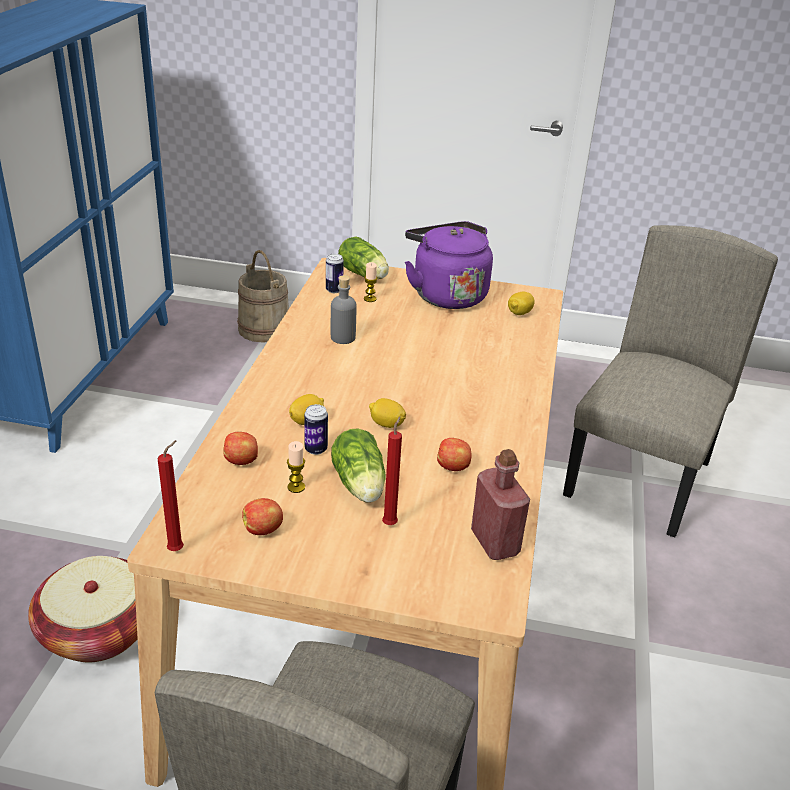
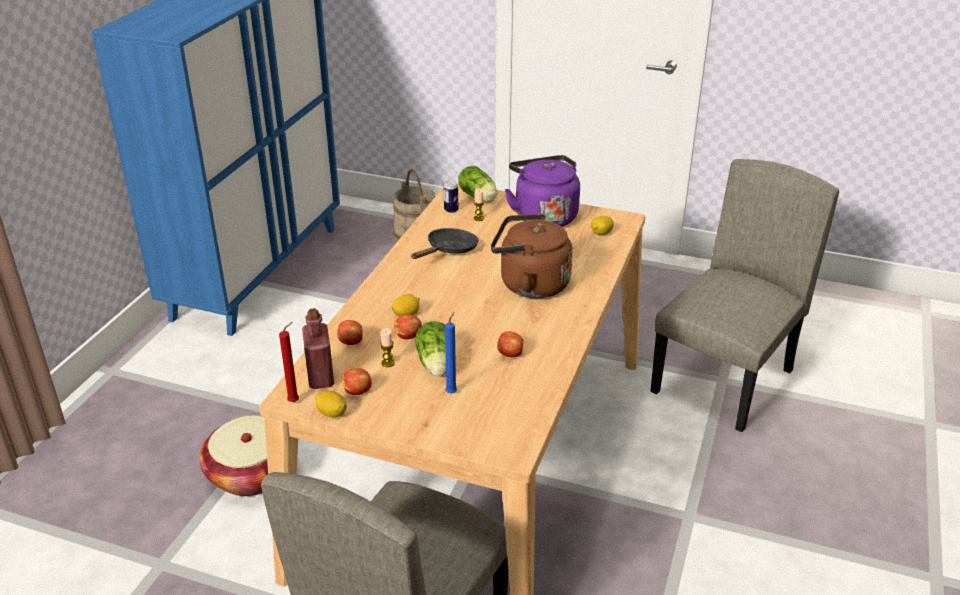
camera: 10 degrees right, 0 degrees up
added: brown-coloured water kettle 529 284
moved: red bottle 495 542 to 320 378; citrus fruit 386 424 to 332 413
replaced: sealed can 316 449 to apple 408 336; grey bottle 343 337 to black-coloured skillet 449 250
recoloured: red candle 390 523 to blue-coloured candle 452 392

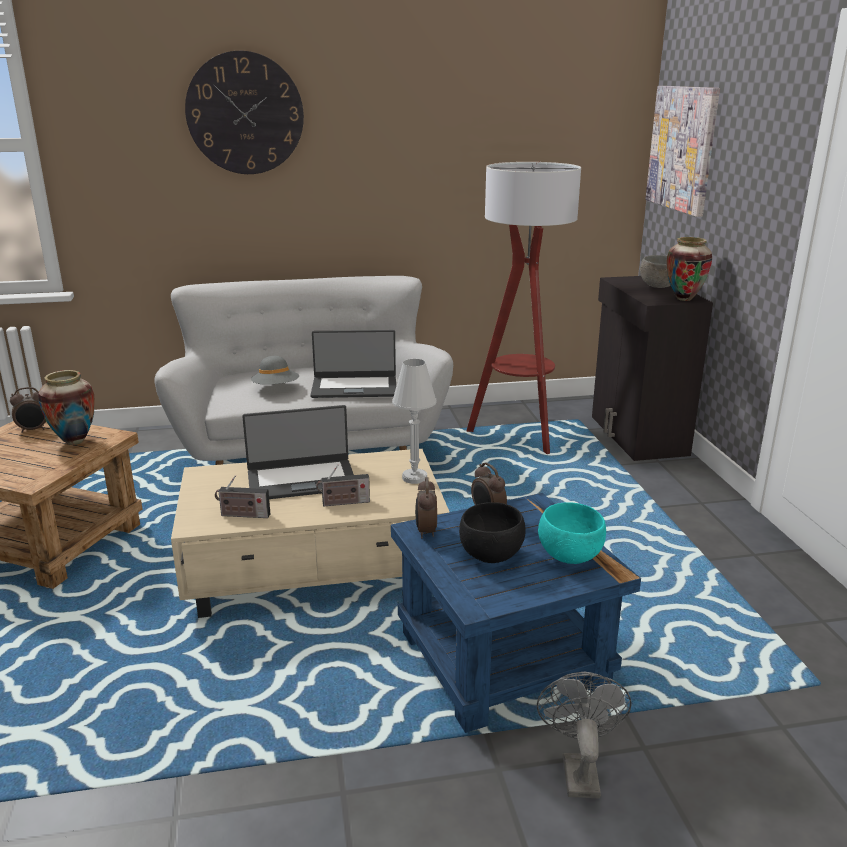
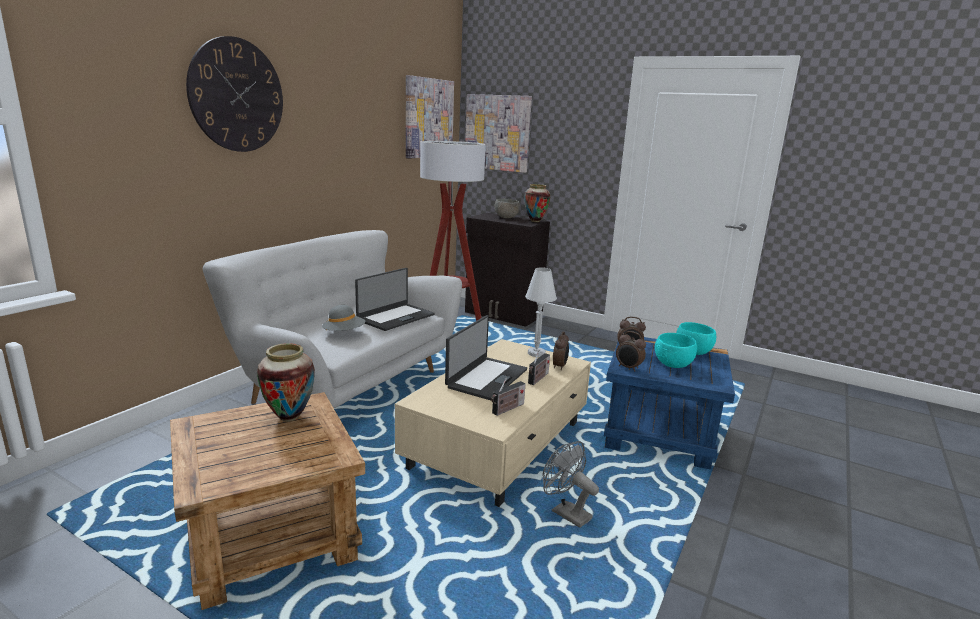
camera: 50 degrees left, 5 degrees down
added: wall art 428 118
moved: grey electric fan 578 769 to 565 513; table clock 33 430 to 560 366
recoloured: black-coloured deep dish 490 555 to blue-green deep dish 672 365

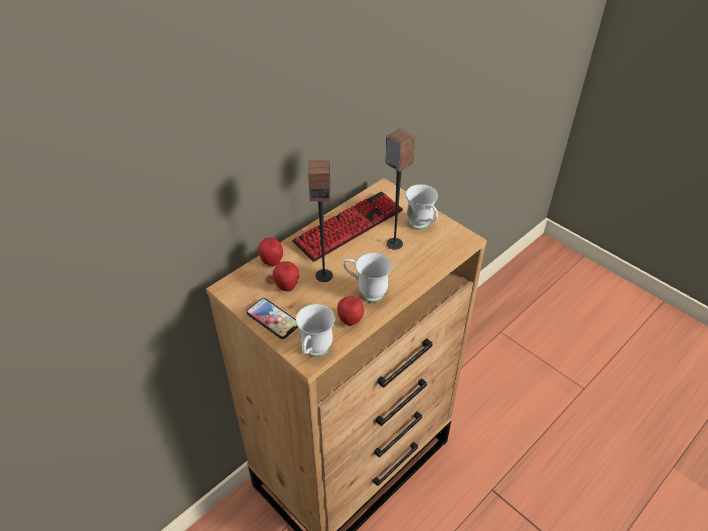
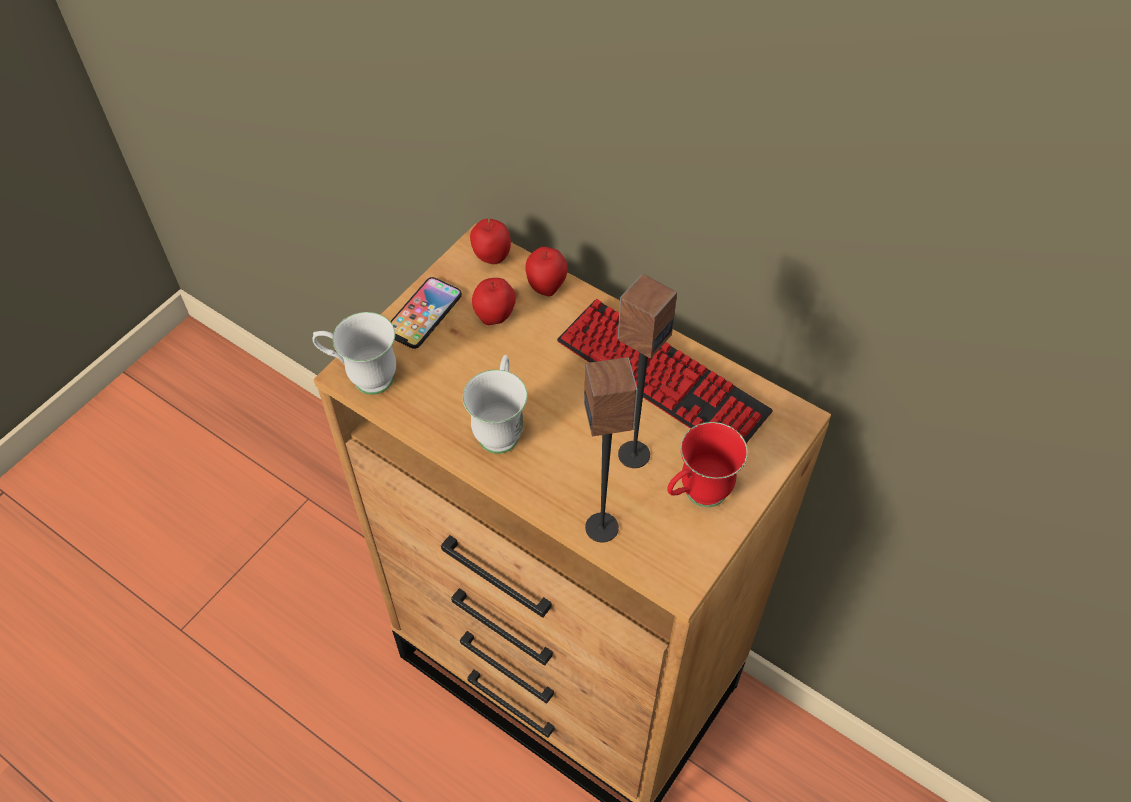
camera: 80 degrees right, 10 degrees up
moved: apple 350 321 to 492 258; audio speaker 324 275 to 602 527
recoloured: white mug 422 226 to red mug 697 496

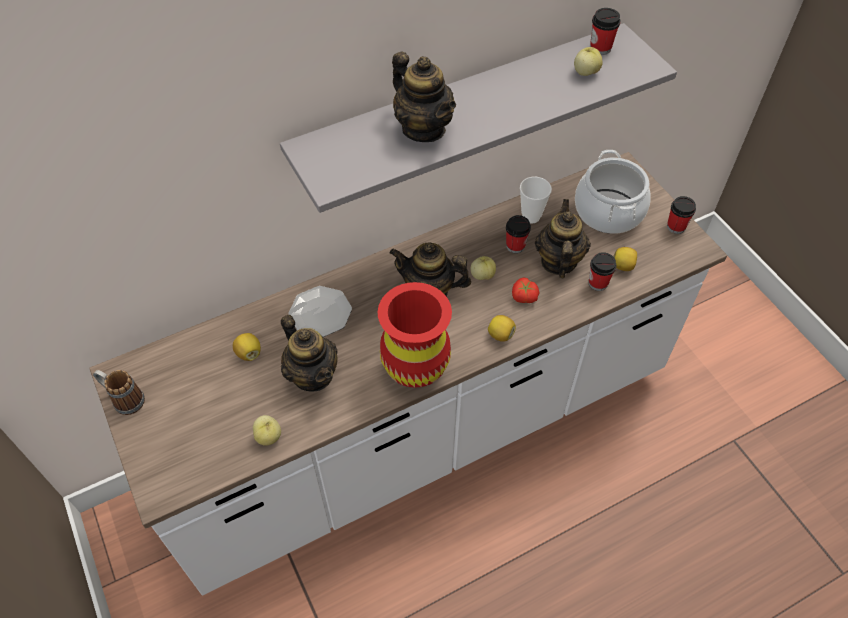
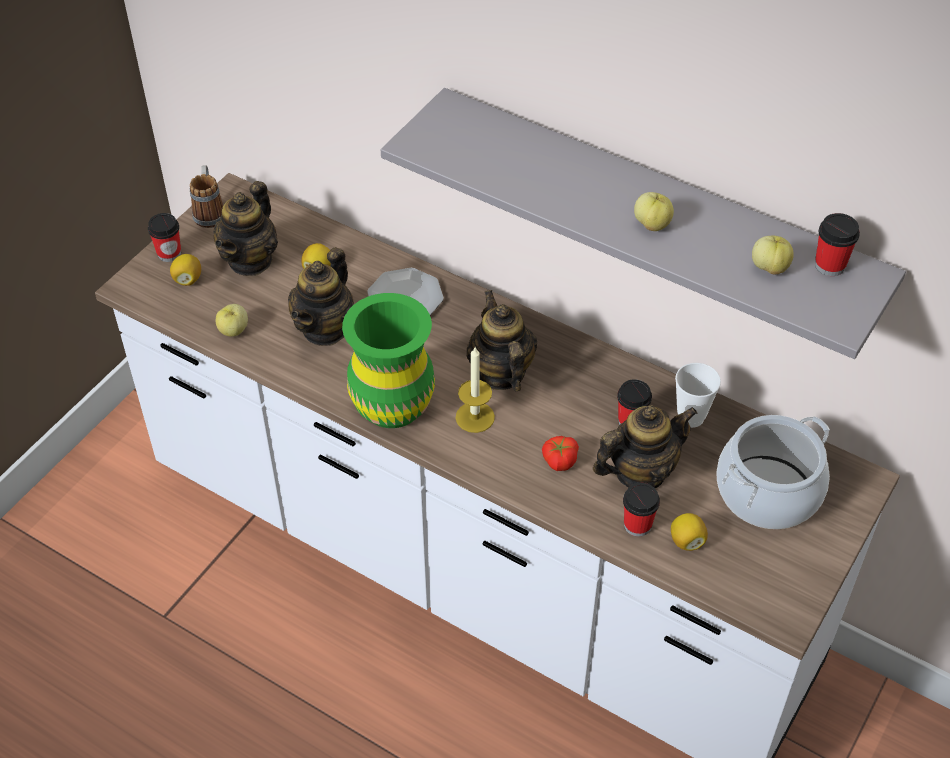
camera: 60 degrees right, 5 degrees down
added: candle 475 417
moved: cup 676 227 to 169 253; citrus fruit 500 335 to 187 279; pot for tea 423 128 to 250 260; apple 482 275 to 652 224
recoloured: red flower vase 415 366 to green flower vase 392 404

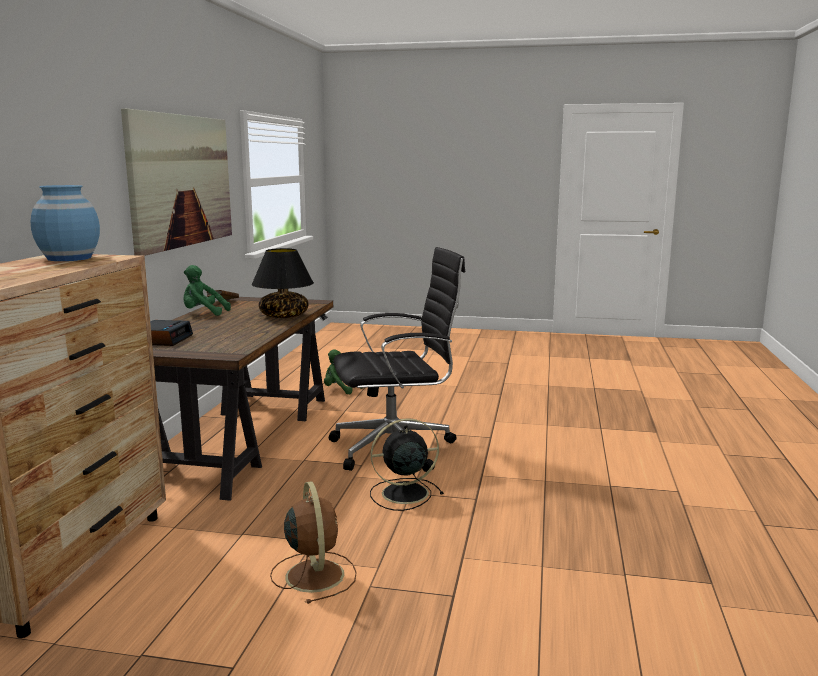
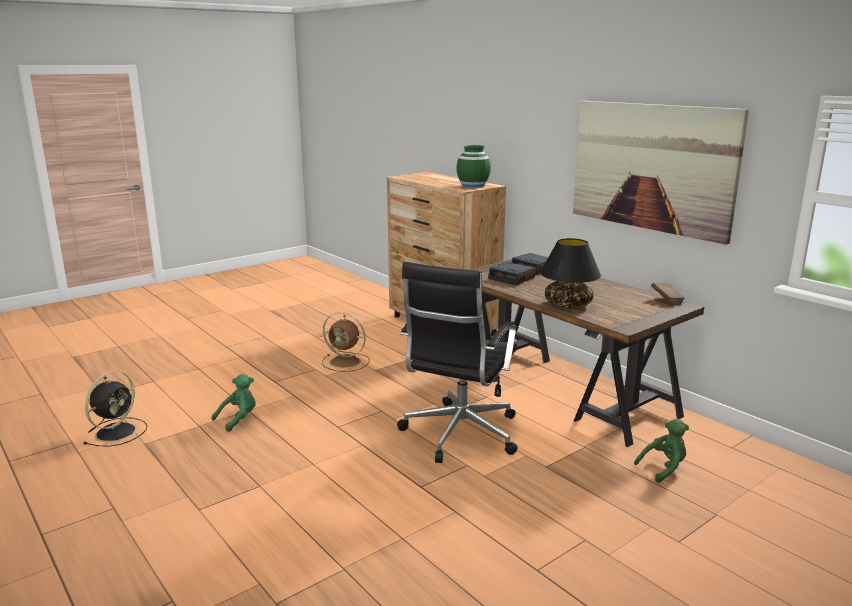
camera: 130 degrees right, 5 degrees up
added: table clock 512 278
moved: black-coloured electric fan 402 493 to 117 431; green cuddly toy 203 313 to 238 419
recoloured: blue-coloured flower vase 69 258 to green flower vase 473 185

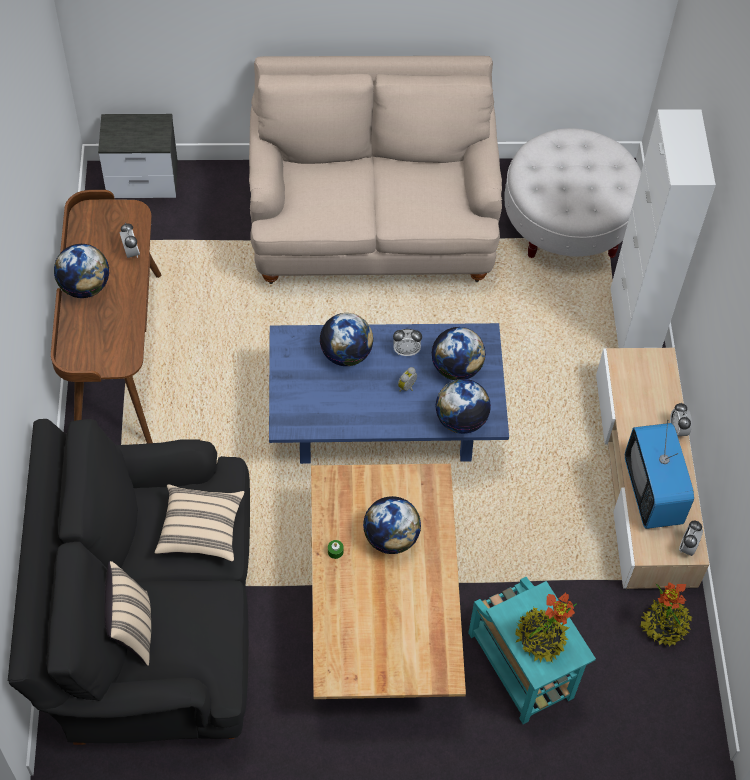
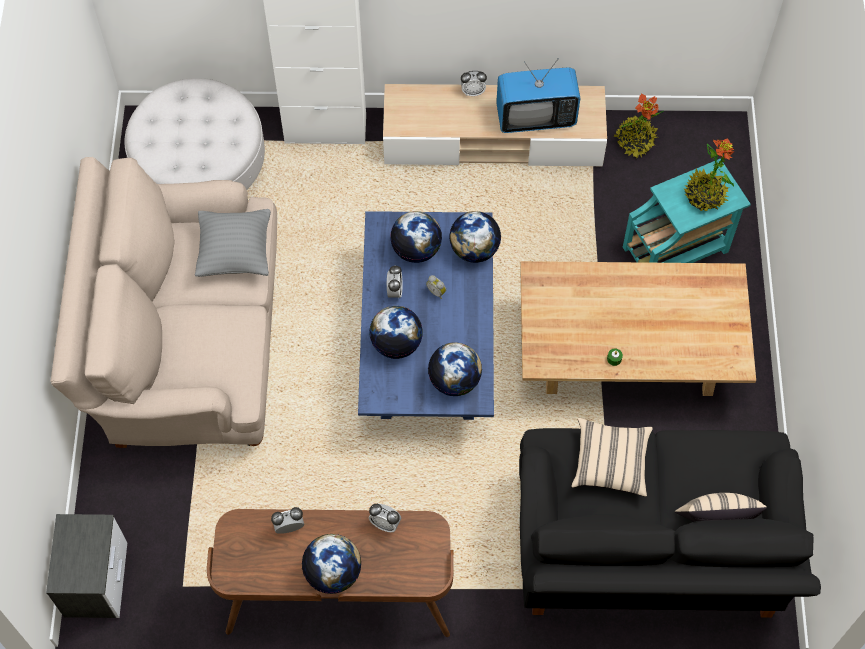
camera: 85 degrees left, 5 degrees up
added: grey pillow 235 253
moved: table clock 687 547 to 385 523; globe 391 538 to 455 380

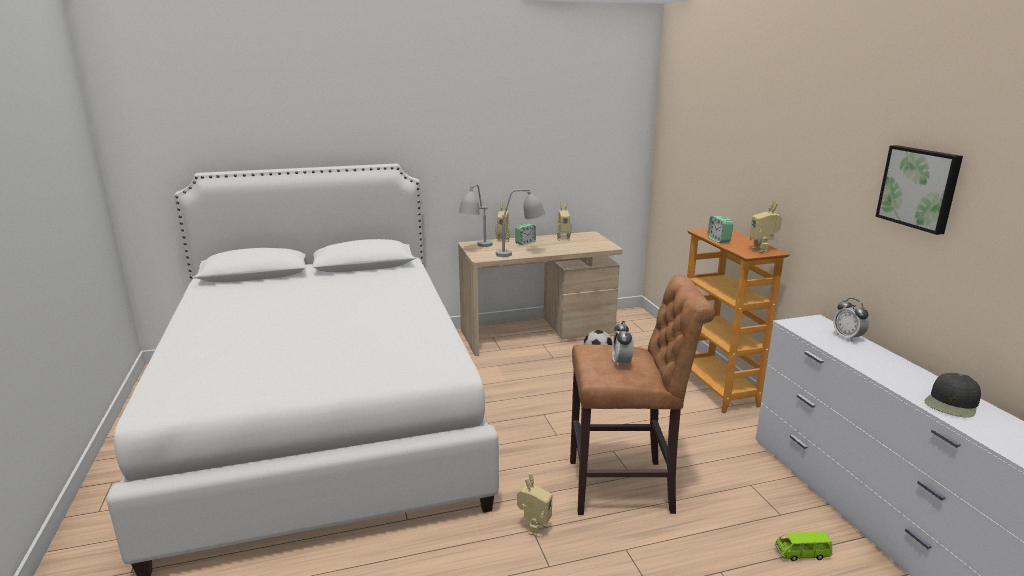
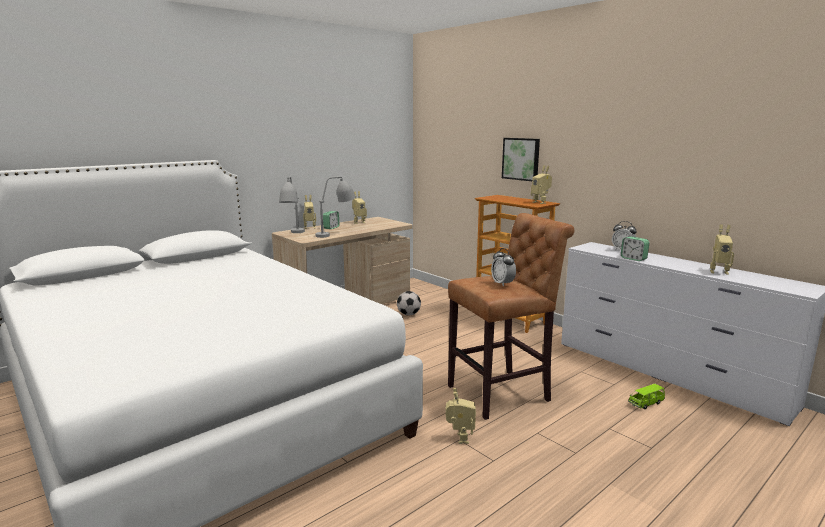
camera: 25 degrees left, 5 degrees down
moved: wall art 919 188 to 521 159; table clock 718 240 to 633 259
replaced: black-coloured cap 952 403 to robot figure 718 271

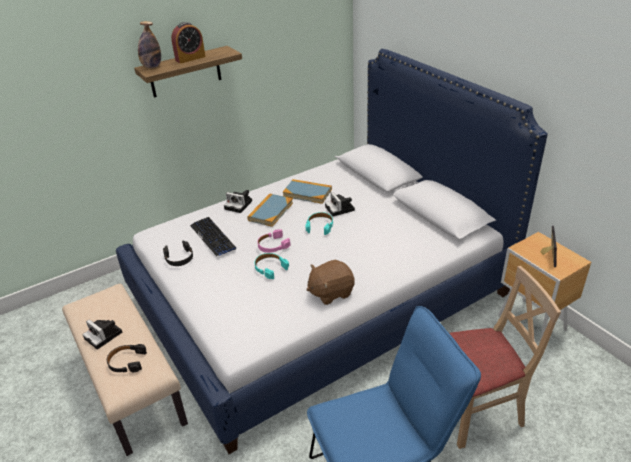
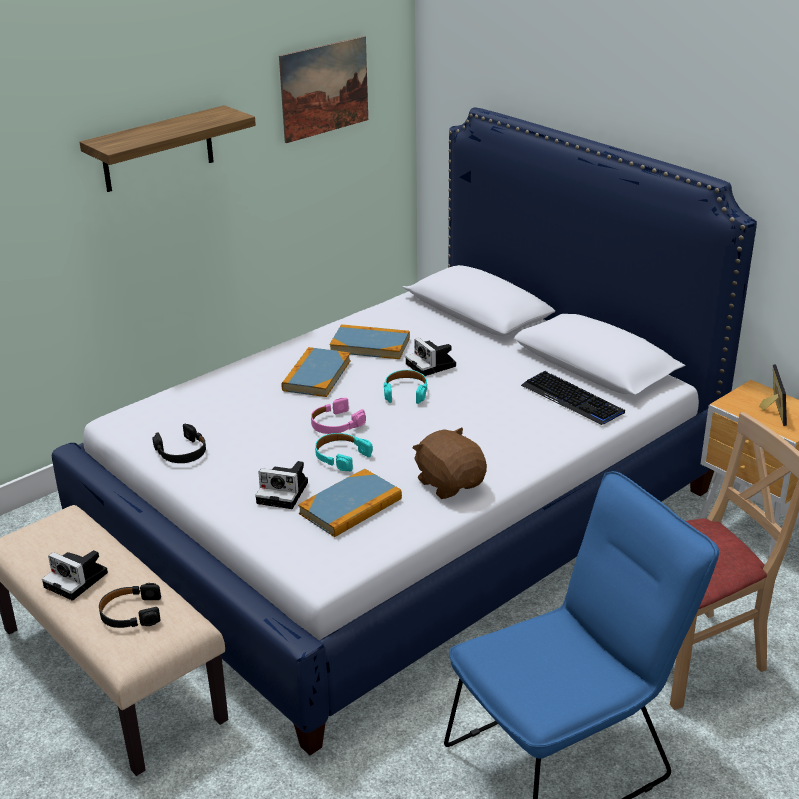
camera: 10 degrees left, 5 degrees down
removed: bottle 152 66; table clock 190 58
added: wall art 324 88; bound book 350 506
moved: photo camera 239 205 to 285 492; keyboard 213 237 to 572 399
turned: brown-coloured cuddly toy 331 292 = 450 483 90 degrees clockwise

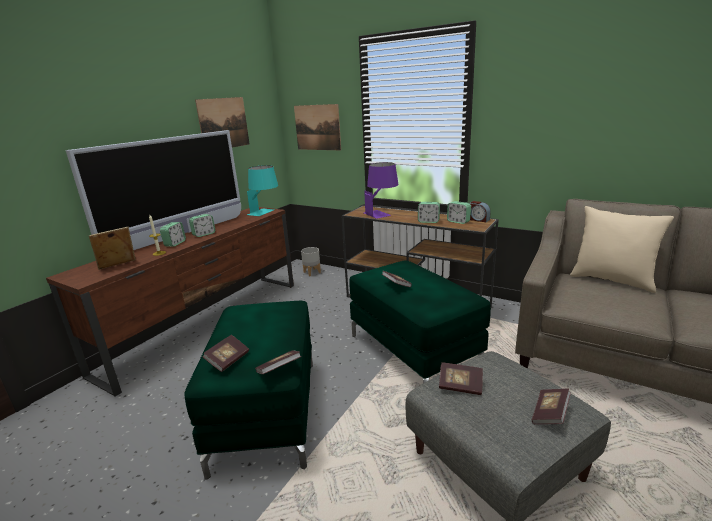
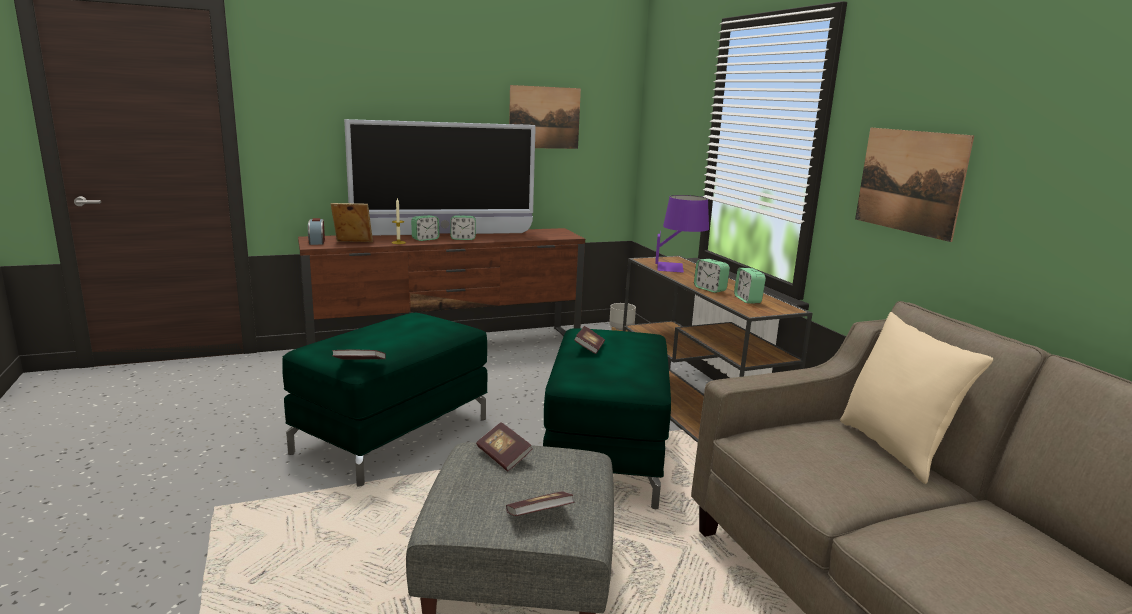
camera: 35 degrees right, 5 degrees down
removed: bound book 228 360; blue-green lamp for a table 265 212
moved: table clock 478 219 to 317 242; wall art 317 127 to 909 181

